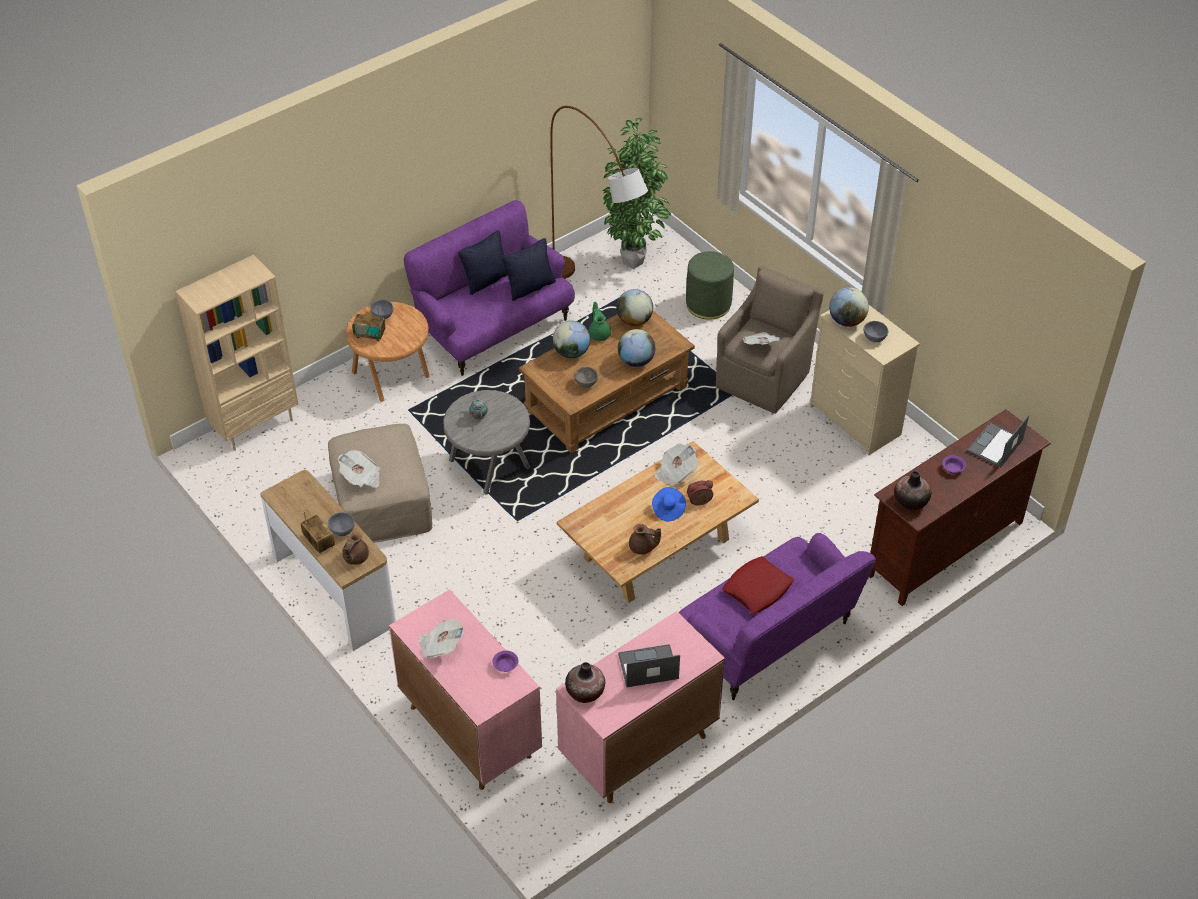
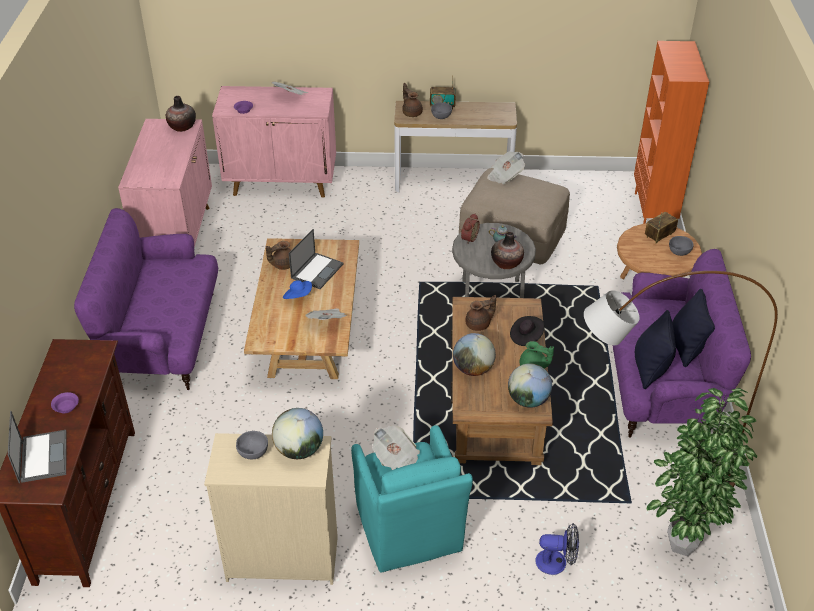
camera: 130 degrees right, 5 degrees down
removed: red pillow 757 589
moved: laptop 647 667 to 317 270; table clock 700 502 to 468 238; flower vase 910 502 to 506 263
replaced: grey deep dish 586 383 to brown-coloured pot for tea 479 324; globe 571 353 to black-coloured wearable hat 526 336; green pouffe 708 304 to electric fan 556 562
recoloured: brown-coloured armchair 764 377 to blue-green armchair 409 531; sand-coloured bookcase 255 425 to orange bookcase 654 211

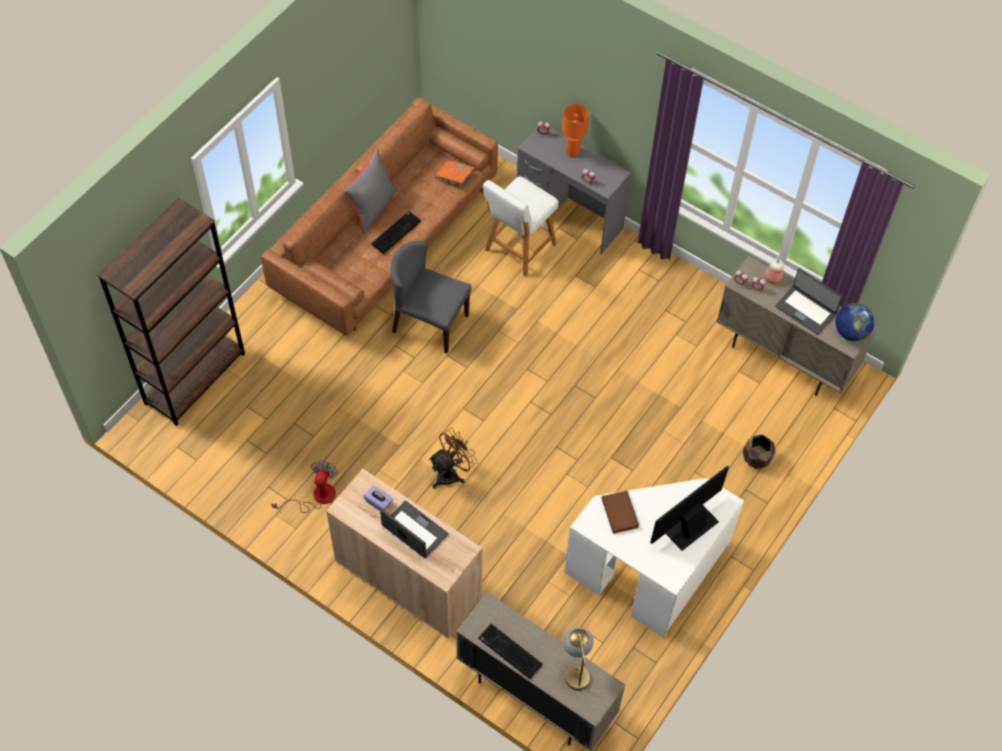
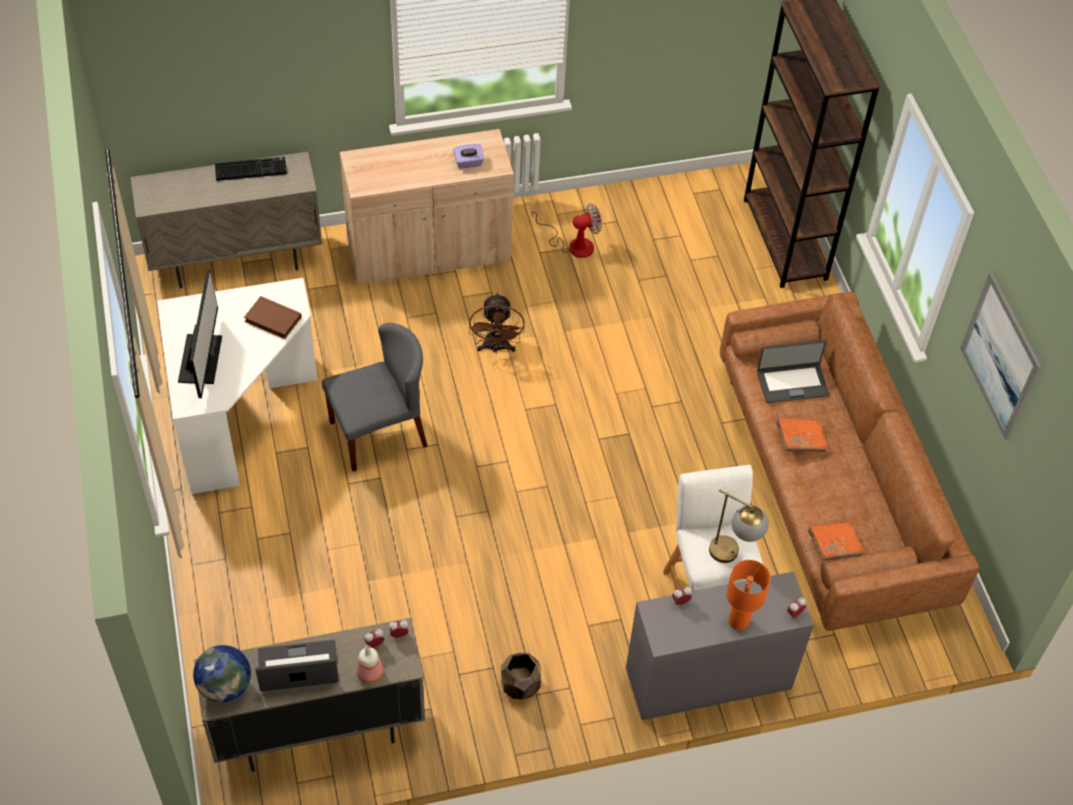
camera: 130 degrees right, 5 degrees down
removed: grey pillow 372 207
added: wall art 1000 356
moved: grey upright chair 430 323 to 379 433; brown-coloured plant pot 757 458 to 520 686; lamp for a table 575 669 to 733 555; laptop 414 530 to 792 383
replaced: keyboard 396 232 to orange bound book 800 440
turned: electric fan 316 497 = 573 244 75 degrees counterclockwise

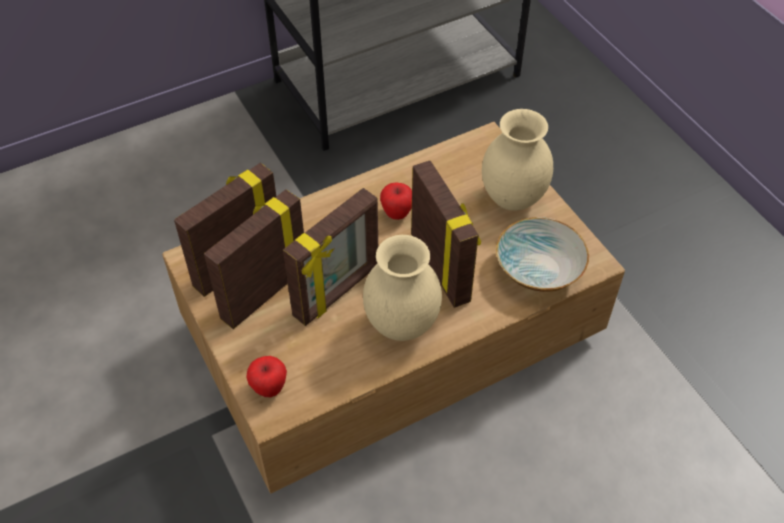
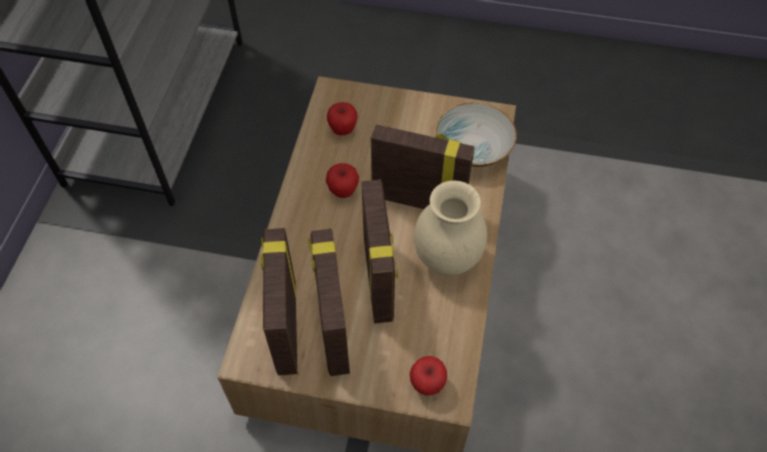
camera: 50 degrees left, 5 degrees up
removed: sand-coloured flower vase 511 199
added: apple 343 130

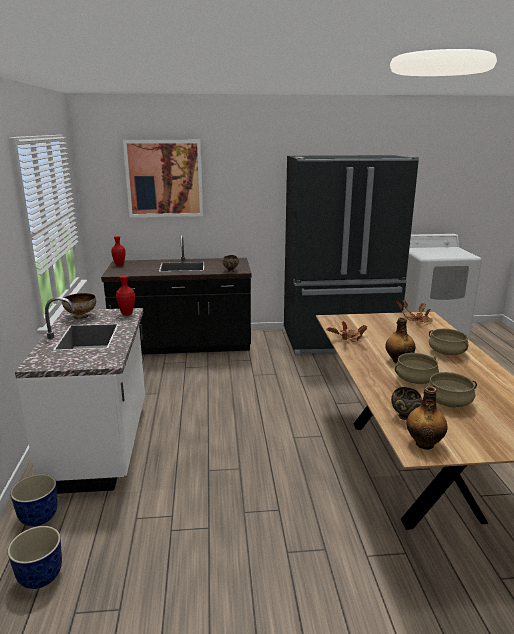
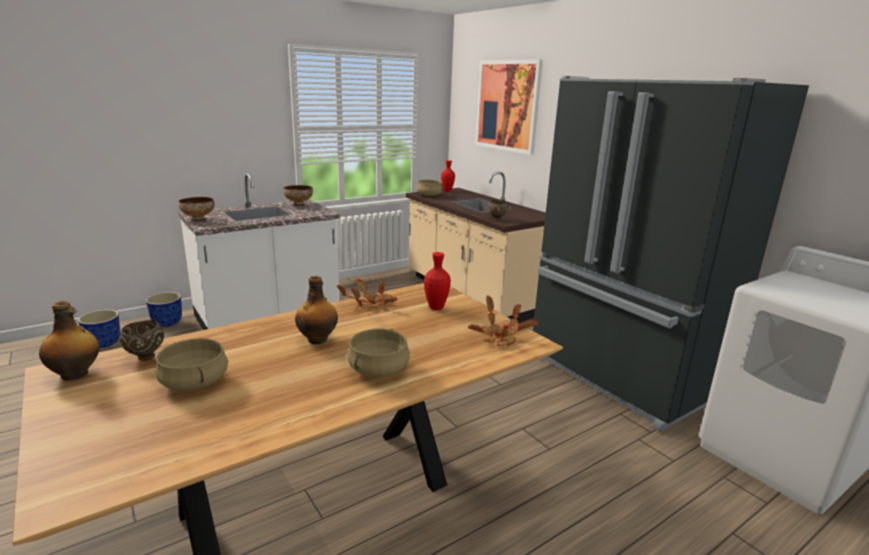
camera: 60 degrees right, 0 degrees up
added: deep dish 198 220
moved: sand-coloured saucepot 415 380 to 429 195; red flower vase 127 314 to 436 307
recoloured: black-coloured kitchen counter 183 345 to sand-coloured kitchen counter 472 294

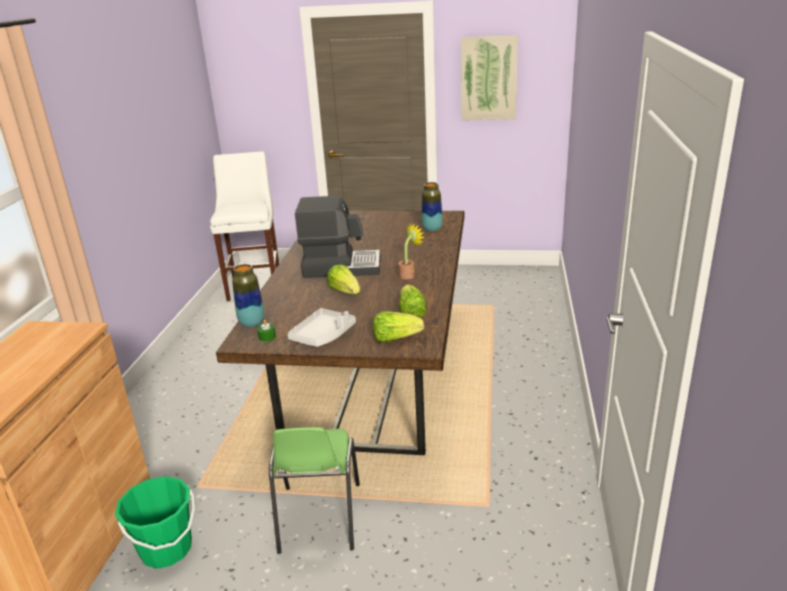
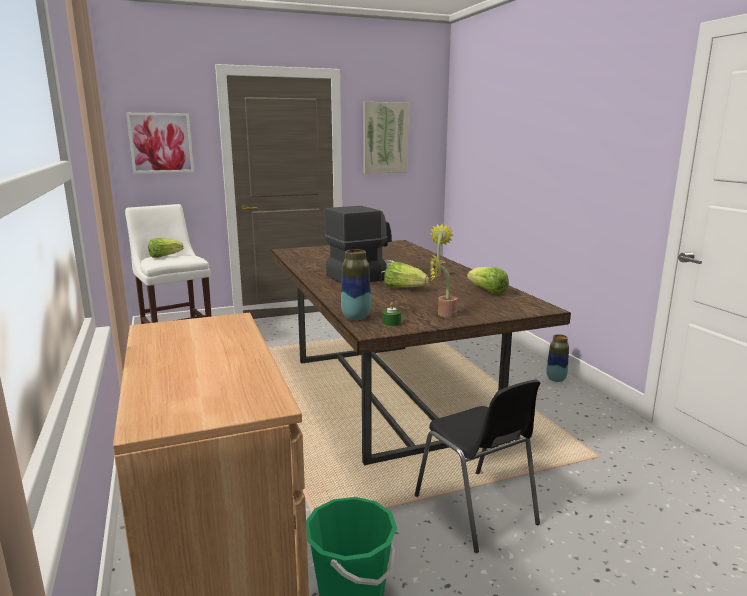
camera: 30 degrees left, 10 degrees down
added: wall art 161 143
moved: head of lettuce 395 338 to 164 256; flower vase 432 229 to 556 379
replaced: grey serving tray 323 335 to plant in a pot 443 314
recoloured: green upright chair 318 518 to black-coloured upright chair 476 510

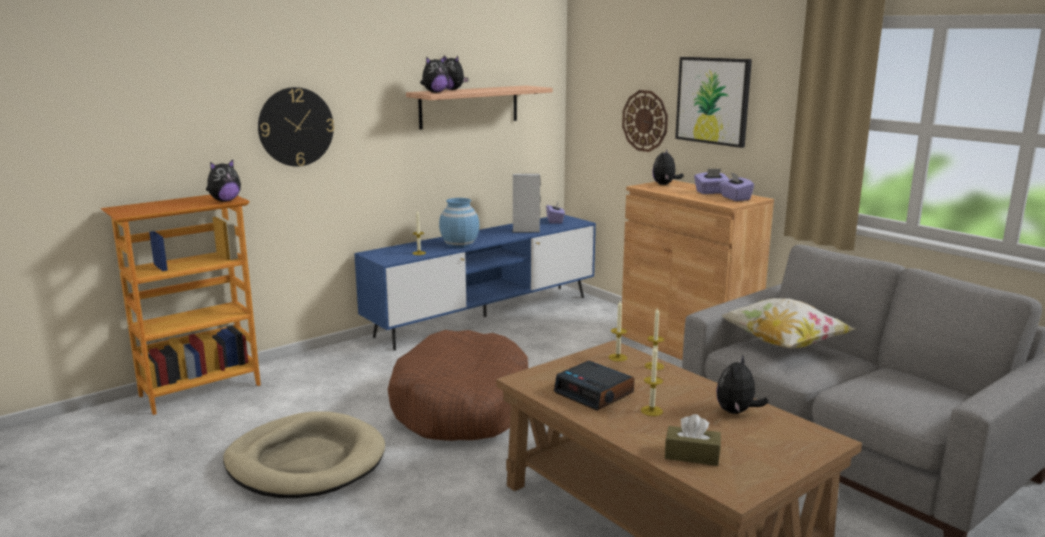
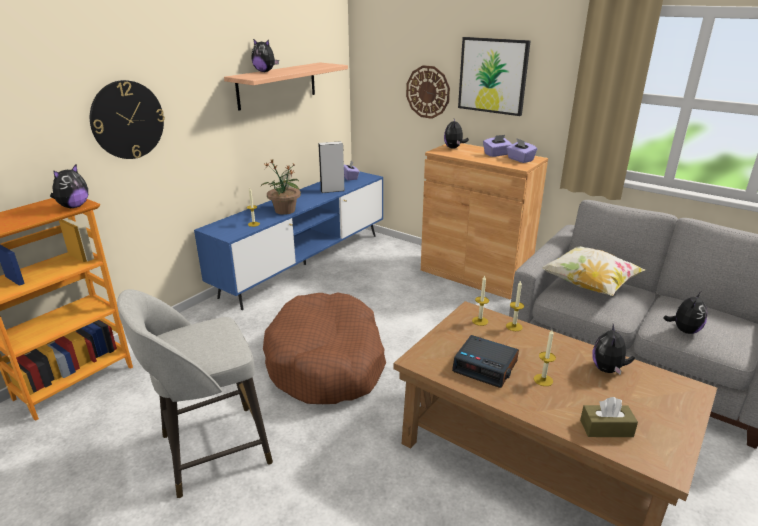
camera: 15 degrees left, 10 degrees up
moved: cuddly toy 435 92 to 684 330
replaced: sand-coloured pet bed 306 461 to grey sitting stool 211 450; blue-coloured flower vase 459 245 to plant in a pot 284 211

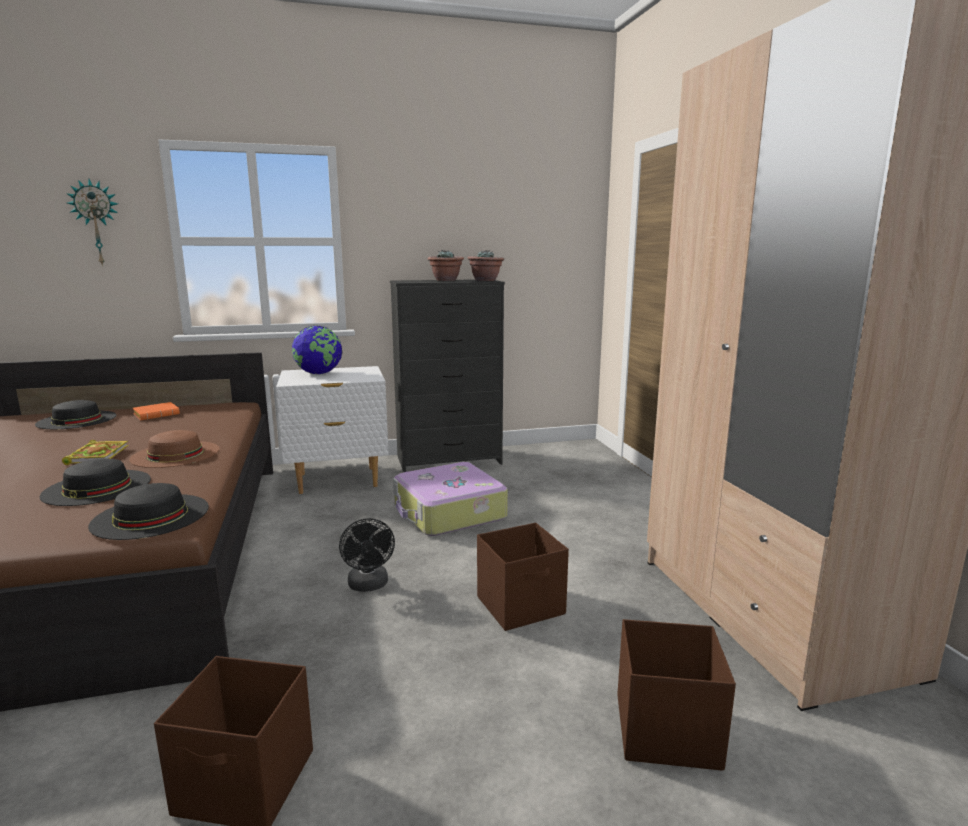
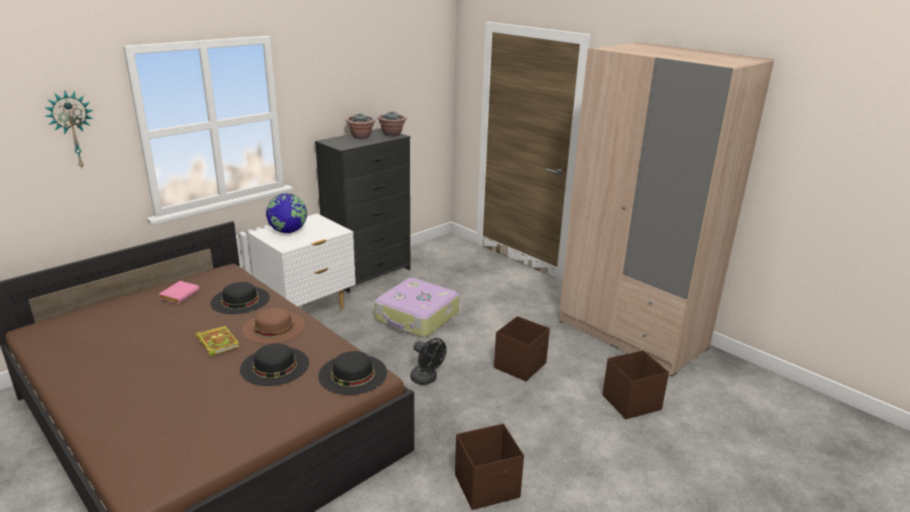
camera: 30 degrees left, 10 degrees up
moved: black-coloured wearable hat 77 420 to 240 300
recoloured: orange bound book 157 415 to pink-coloured bound book 179 294

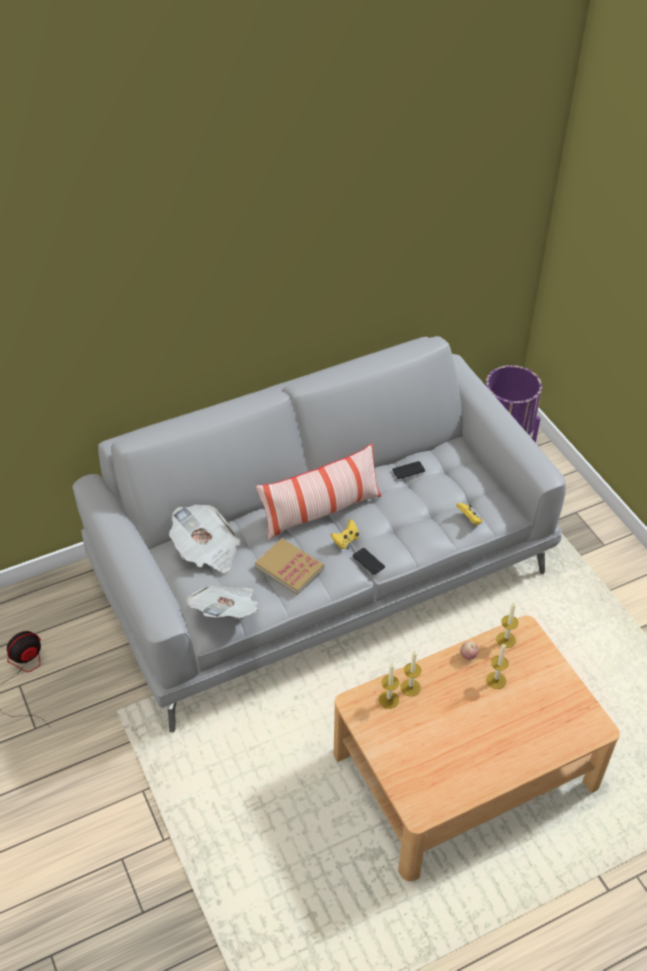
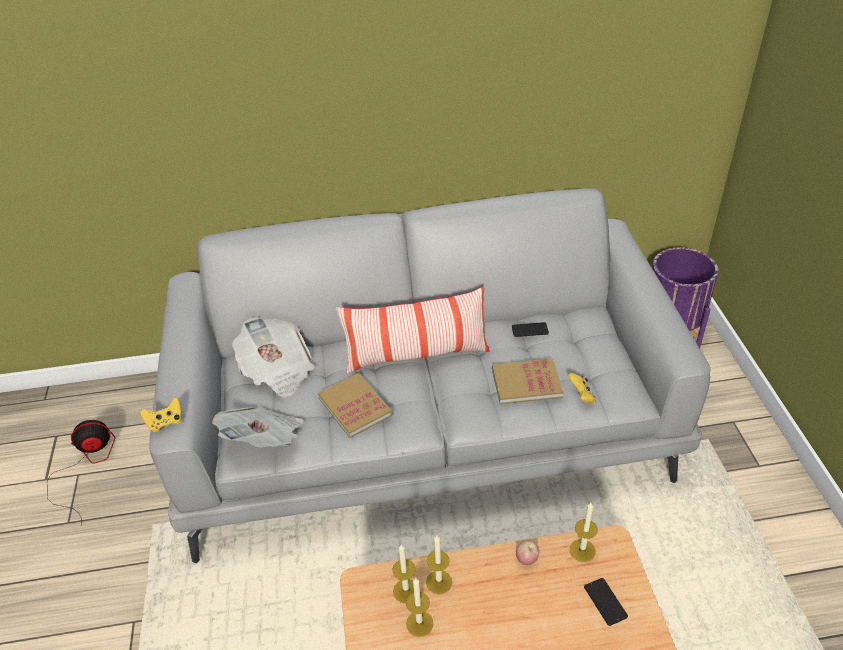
camera: 20 degrees right, 5 degrees down
added: bound book 526 383
moved: yellowish gamepad 345 540 to 165 422; candle 496 680 to 419 623; handset 368 561 to 605 601

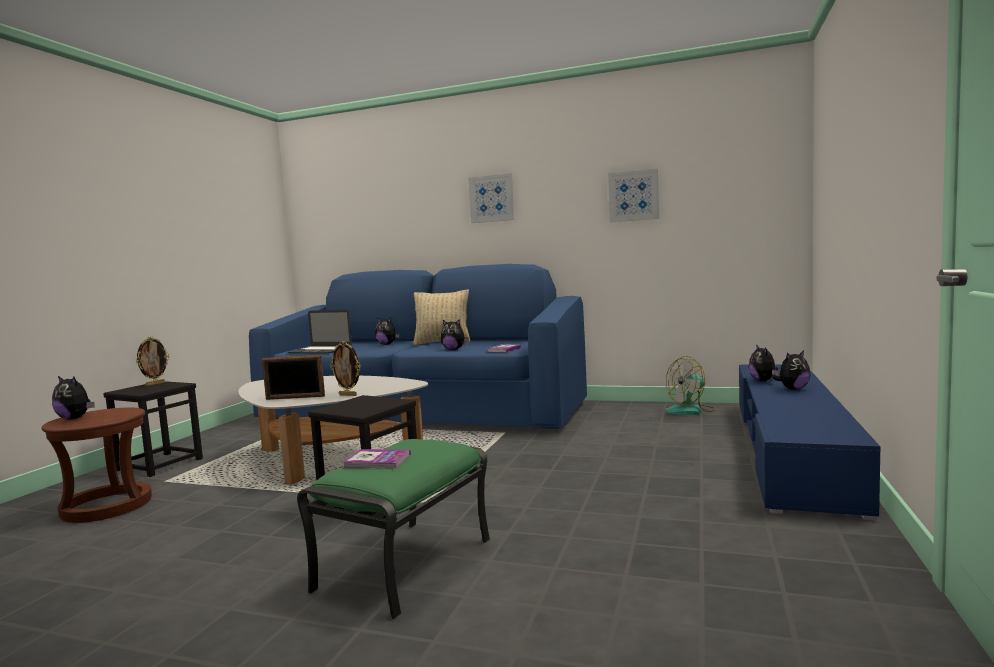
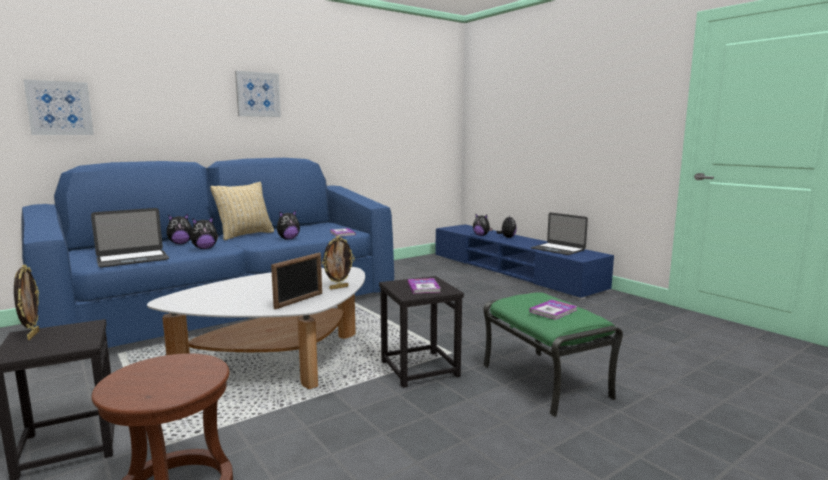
camera: 55 degrees left, 5 degrees up
removed: electric fan 691 411
added: bound book 423 287; laptop 558 249
moved: wall art 633 196 to 59 108; cuddly toy 75 418 to 205 248

